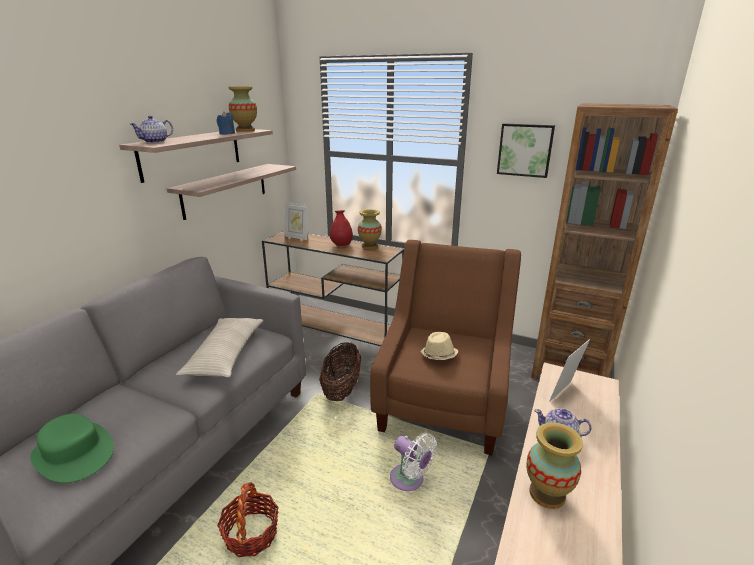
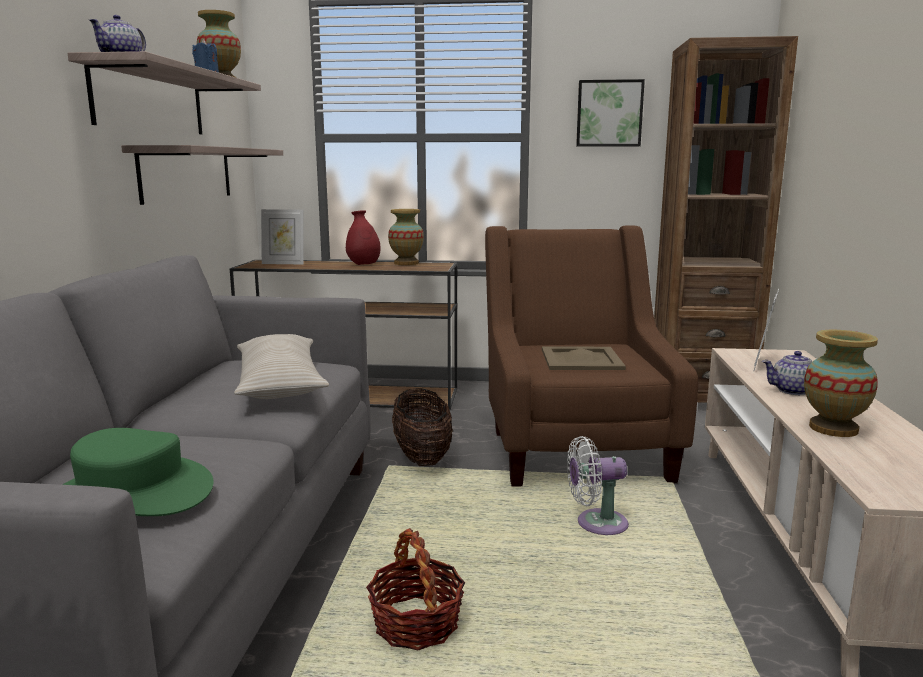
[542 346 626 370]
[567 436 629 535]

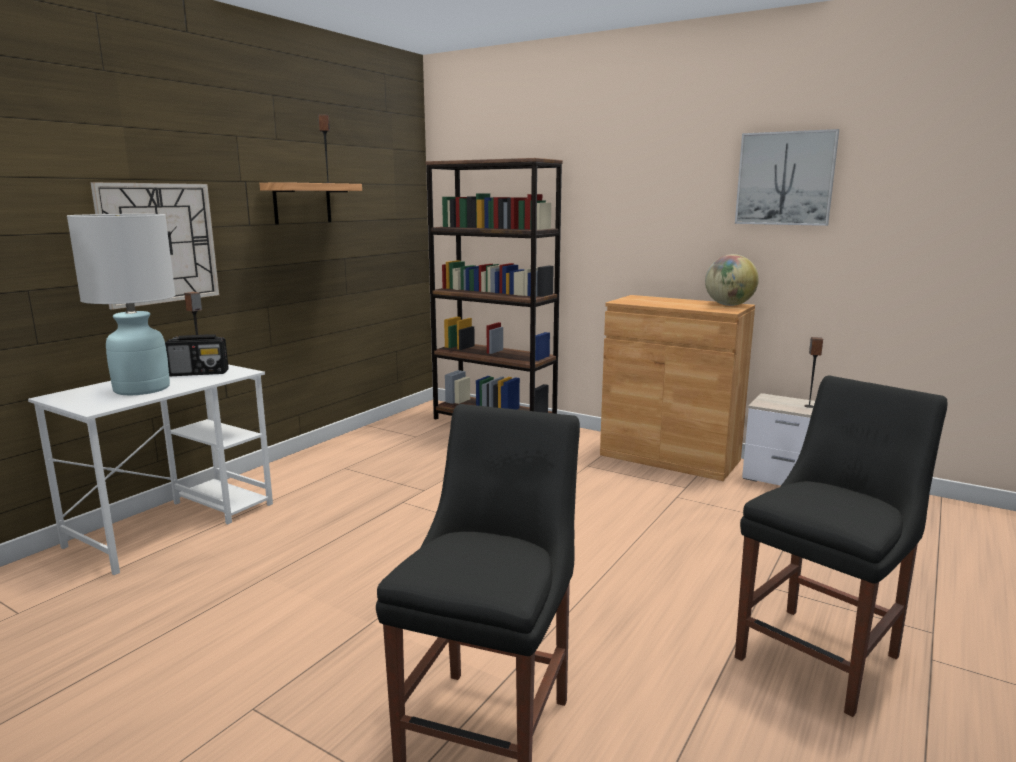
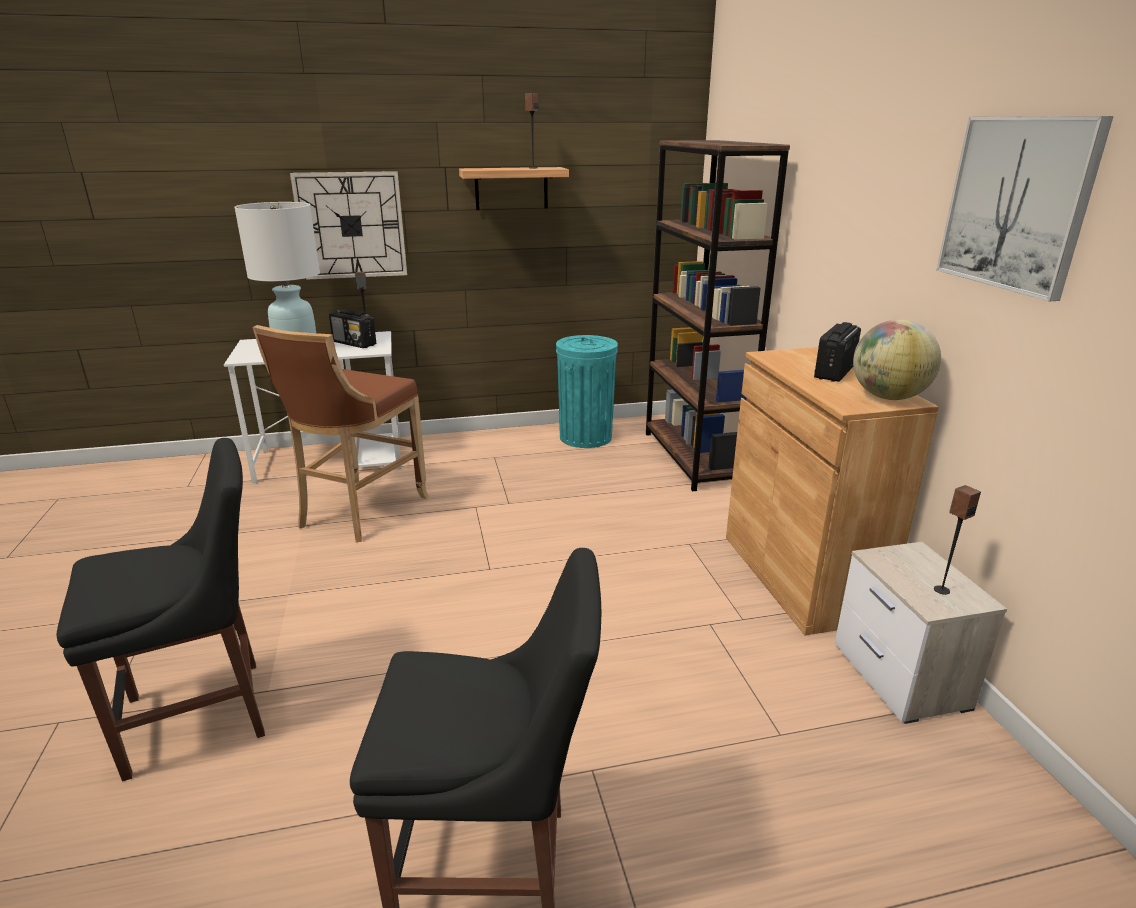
[252 325 429 542]
[556 335 618 448]
[814 322 861 382]

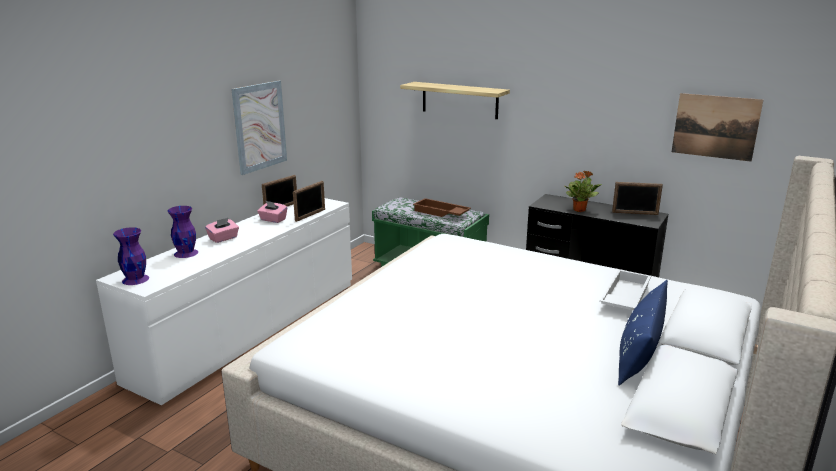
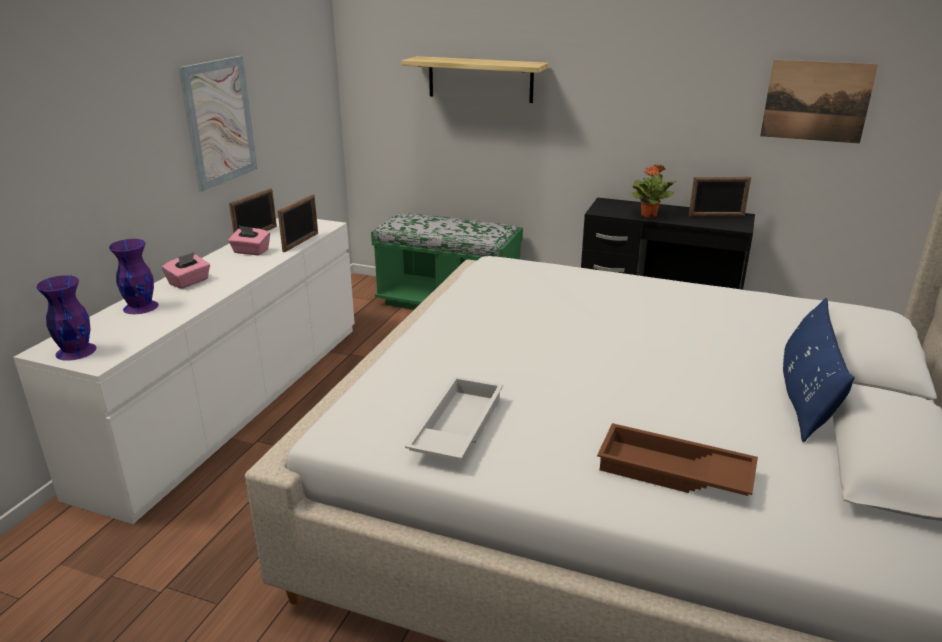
[405 376 503 461]
[597 423 758 496]

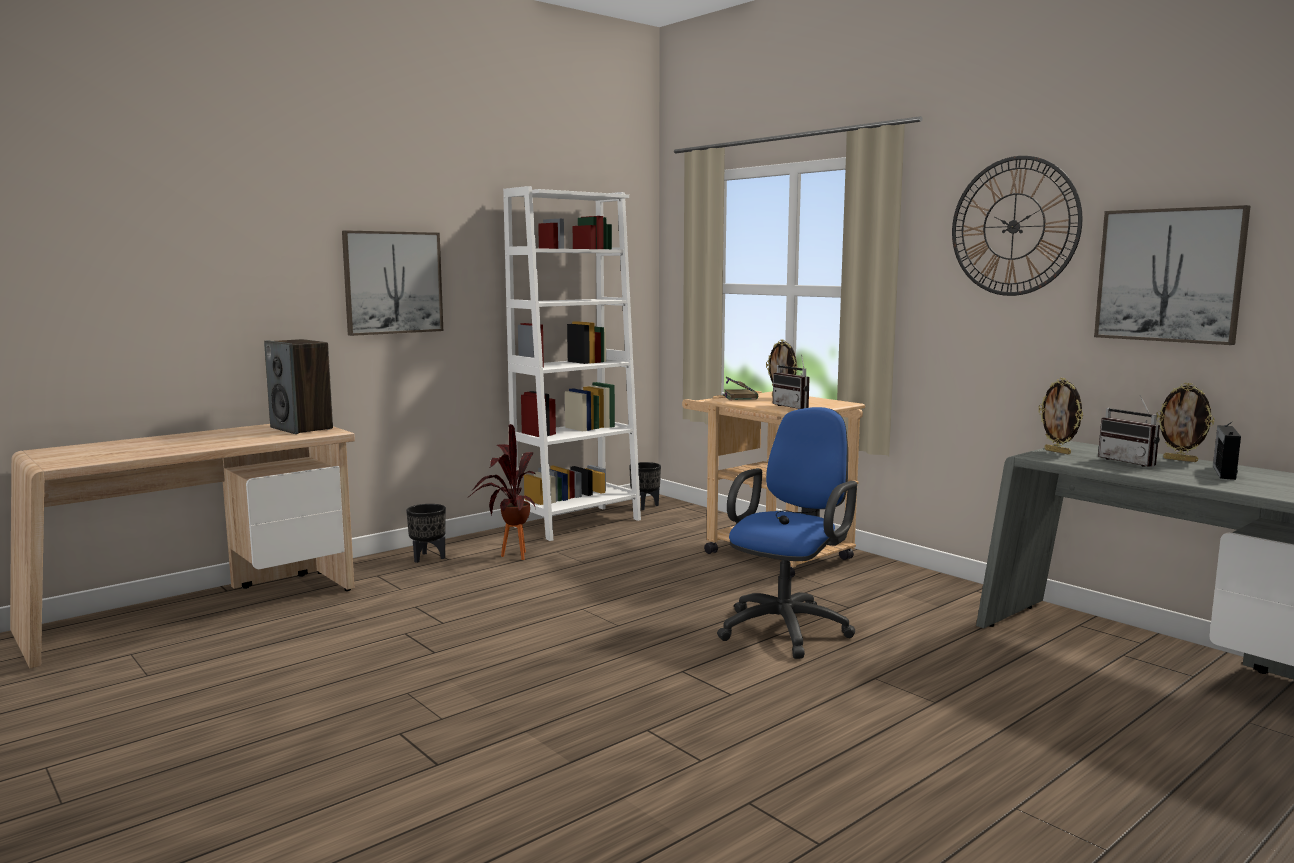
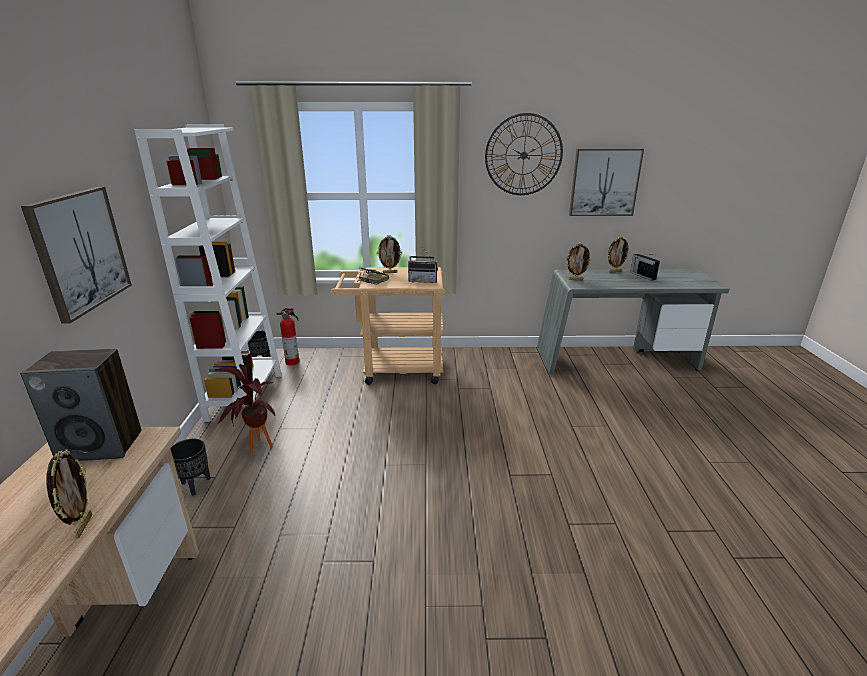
[46 449 92 539]
[276 308 299 365]
[717 407 857 659] (first image)
[1098 395 1160 467] (first image)

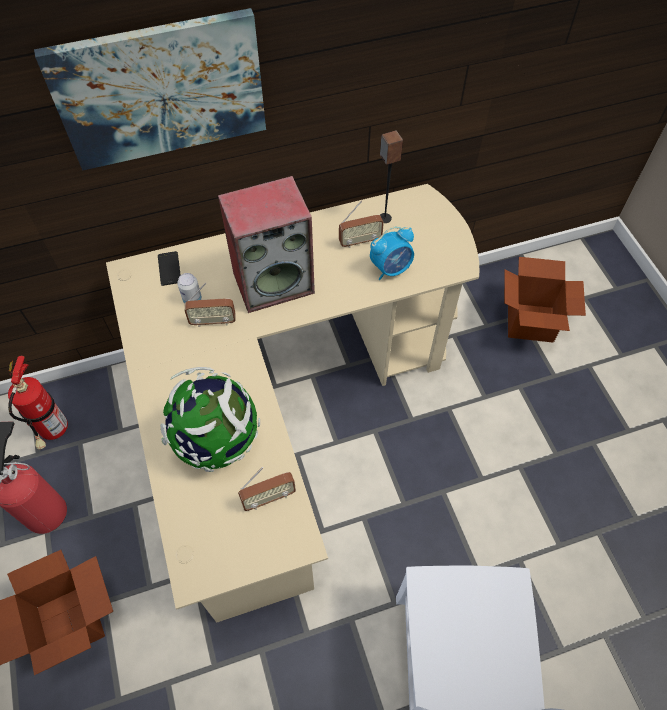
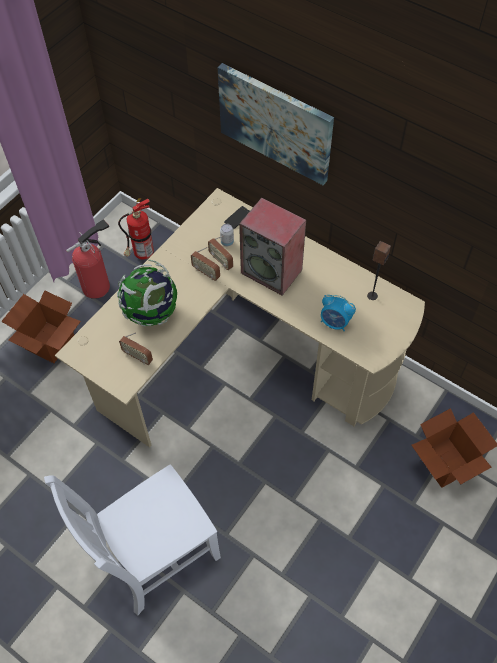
[191 247 220 281]

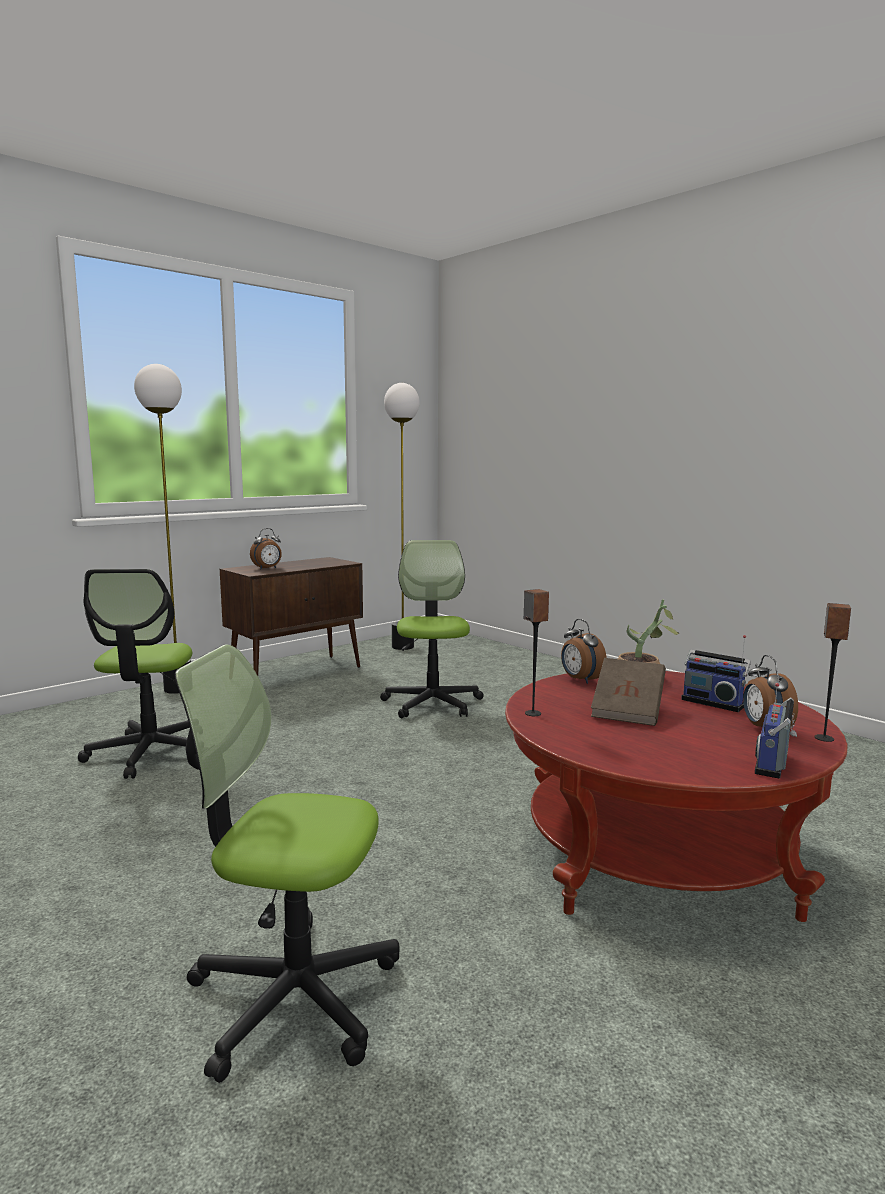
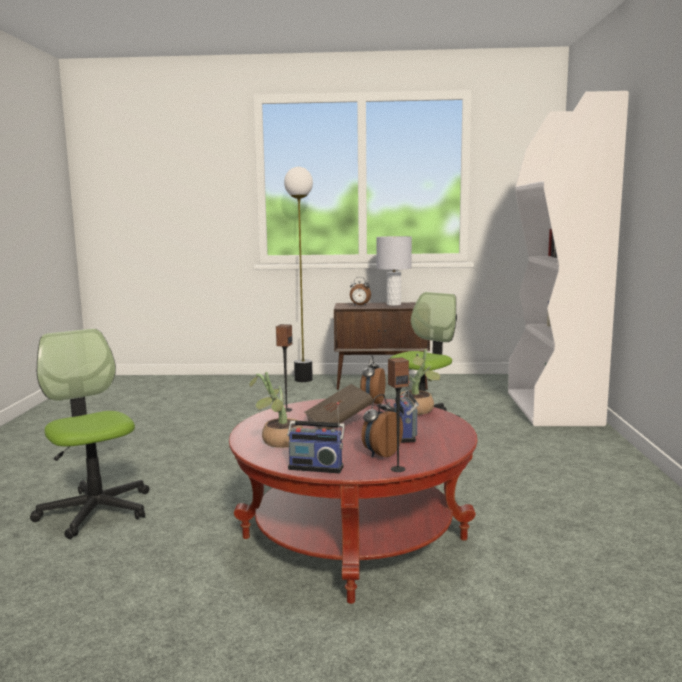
[249 372 303 448]
[287 402 345 473]
[376 236 412 306]
[508 91 629 426]
[78 569 192 779] (first image)
[384 383 420 650] (first image)

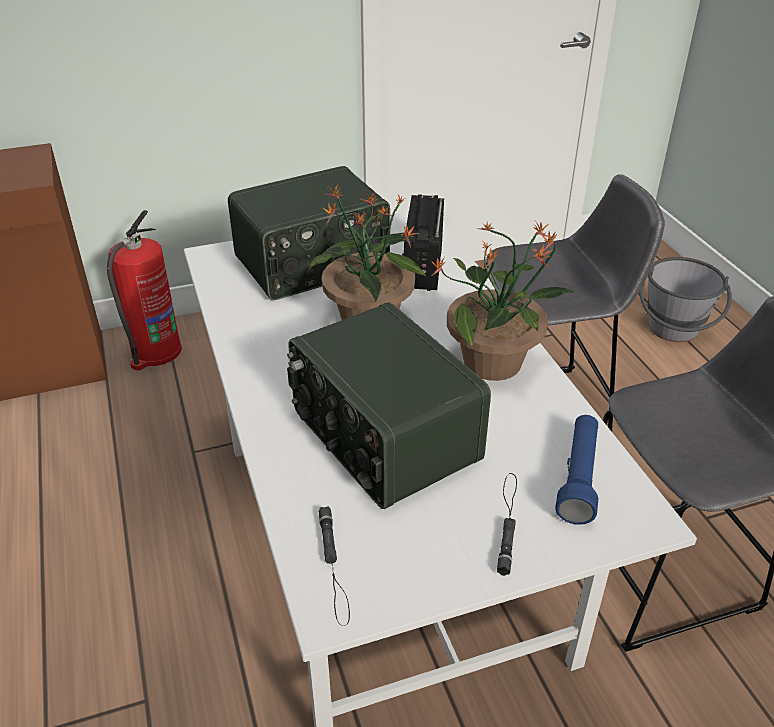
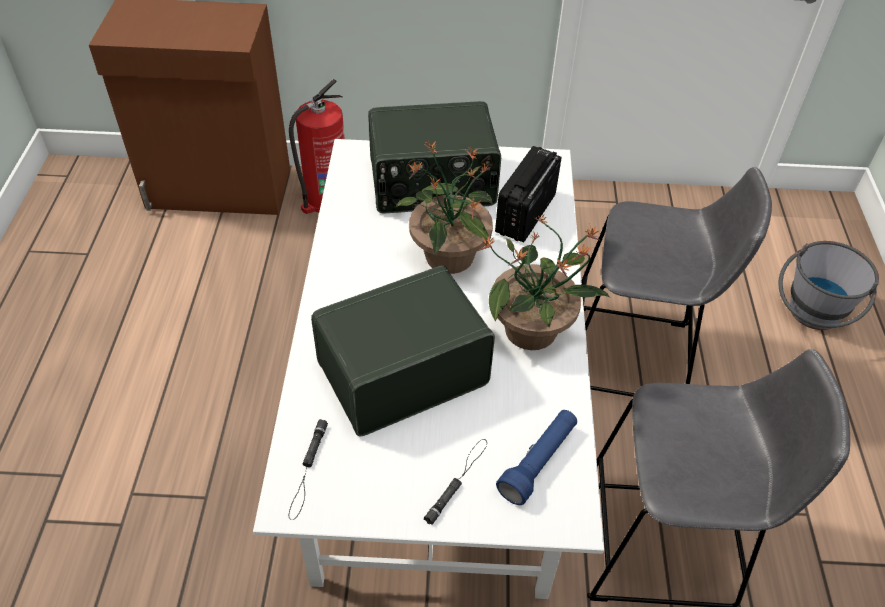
[311 266 495 436]

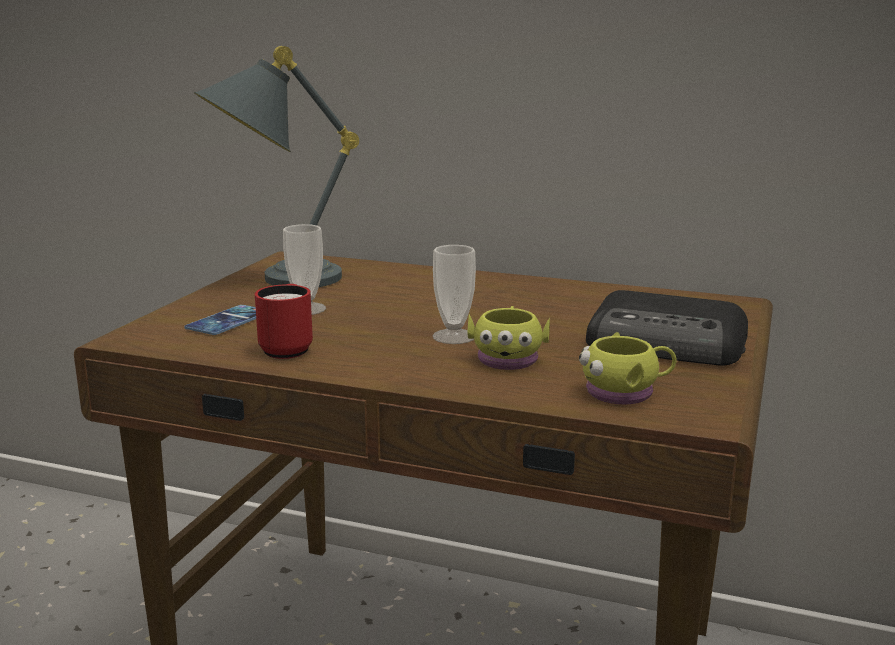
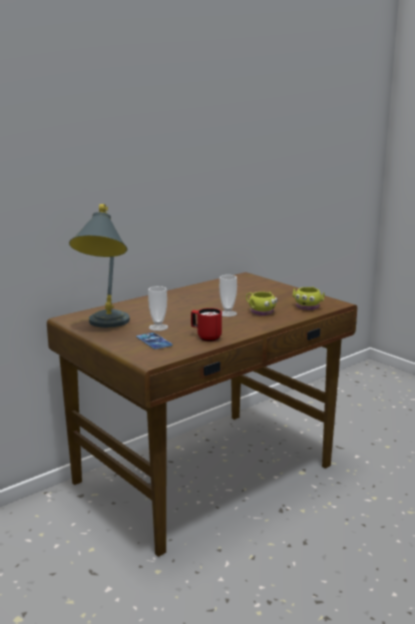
[586 290 748 366] (first image)

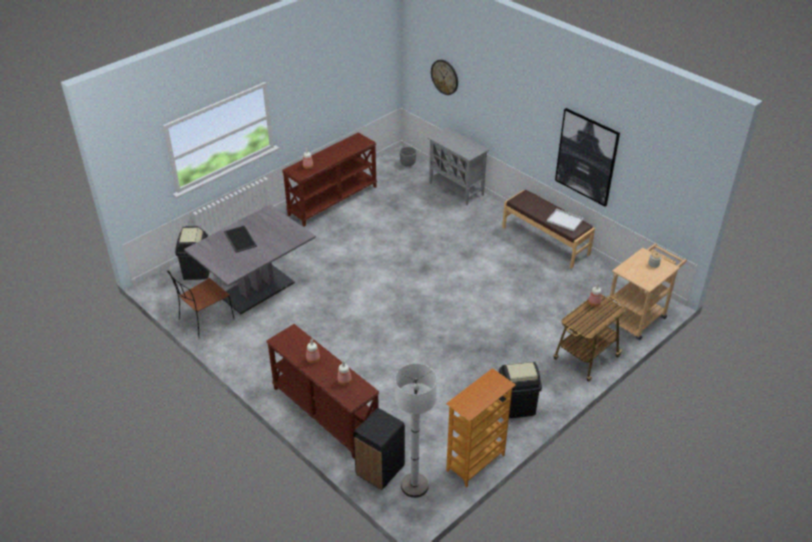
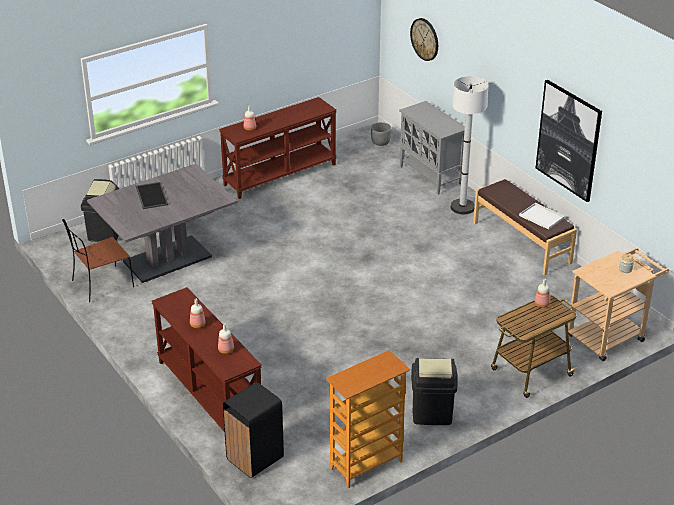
[451 76 489 214]

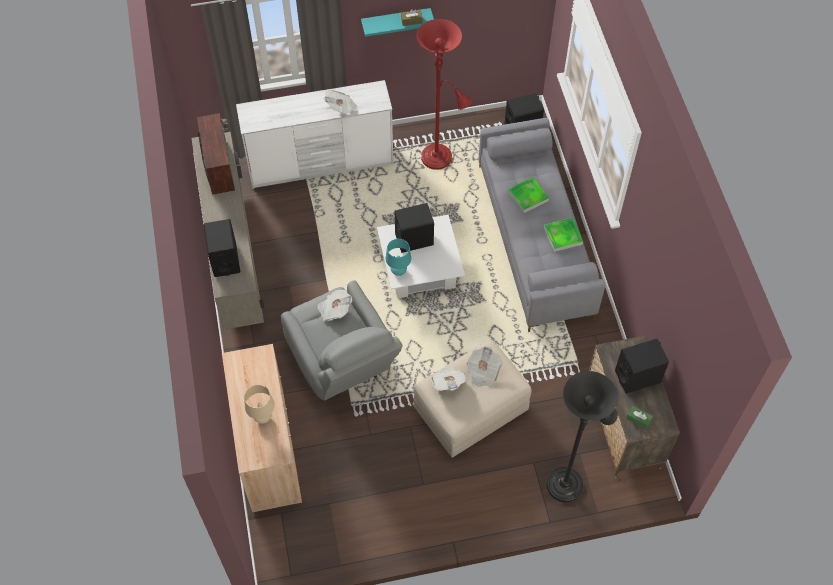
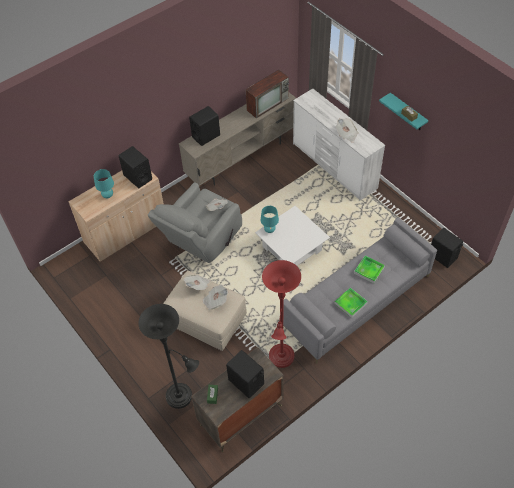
[94 169 114 198]
[119 146 152 188]
[262 260 301 368]

